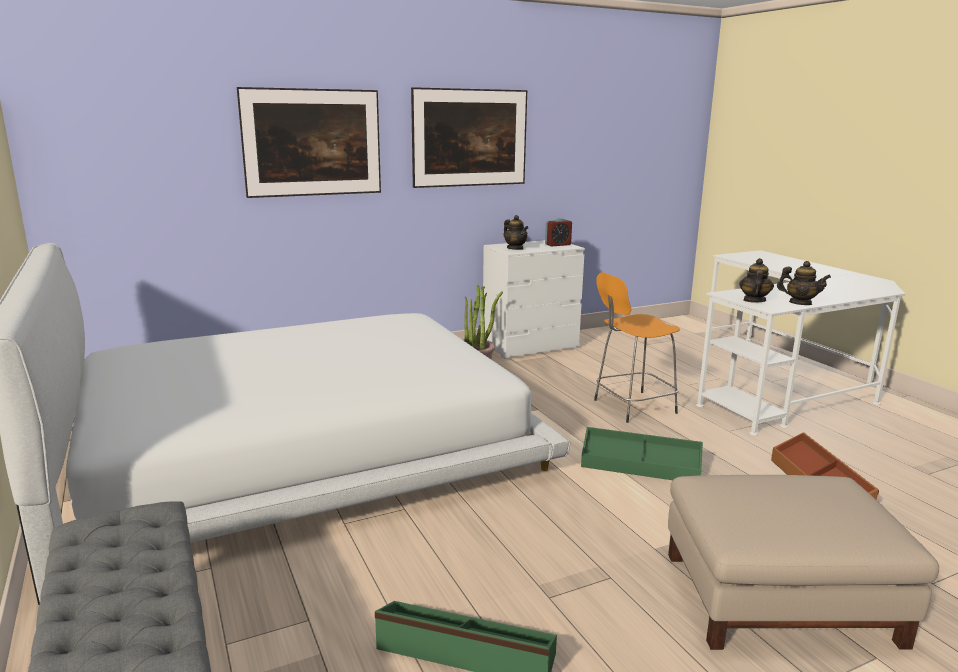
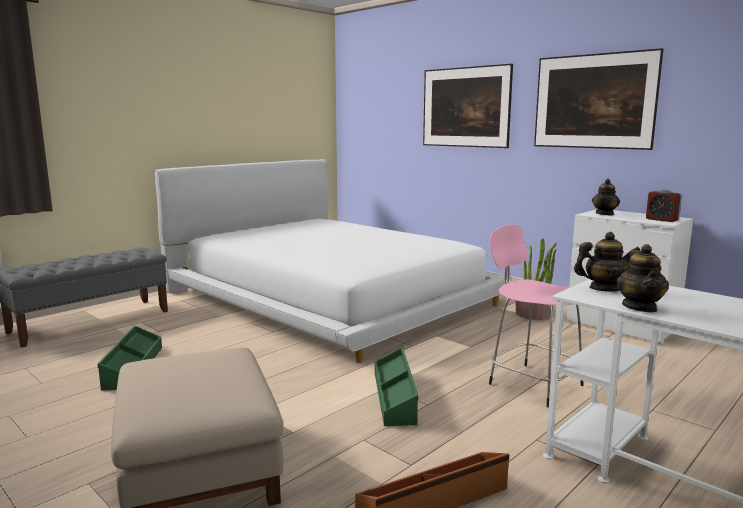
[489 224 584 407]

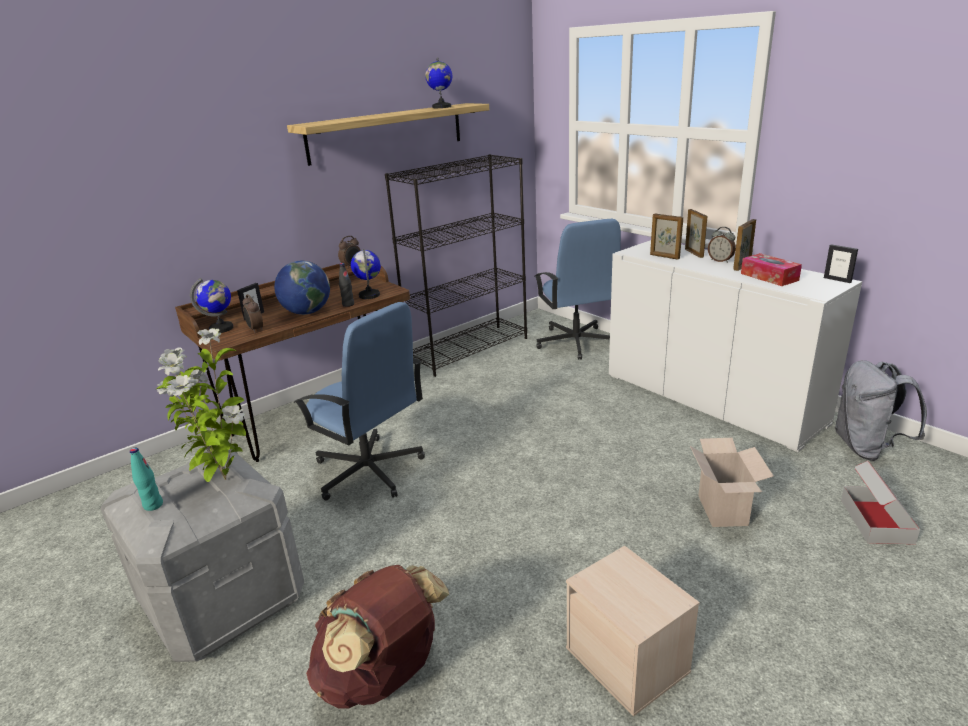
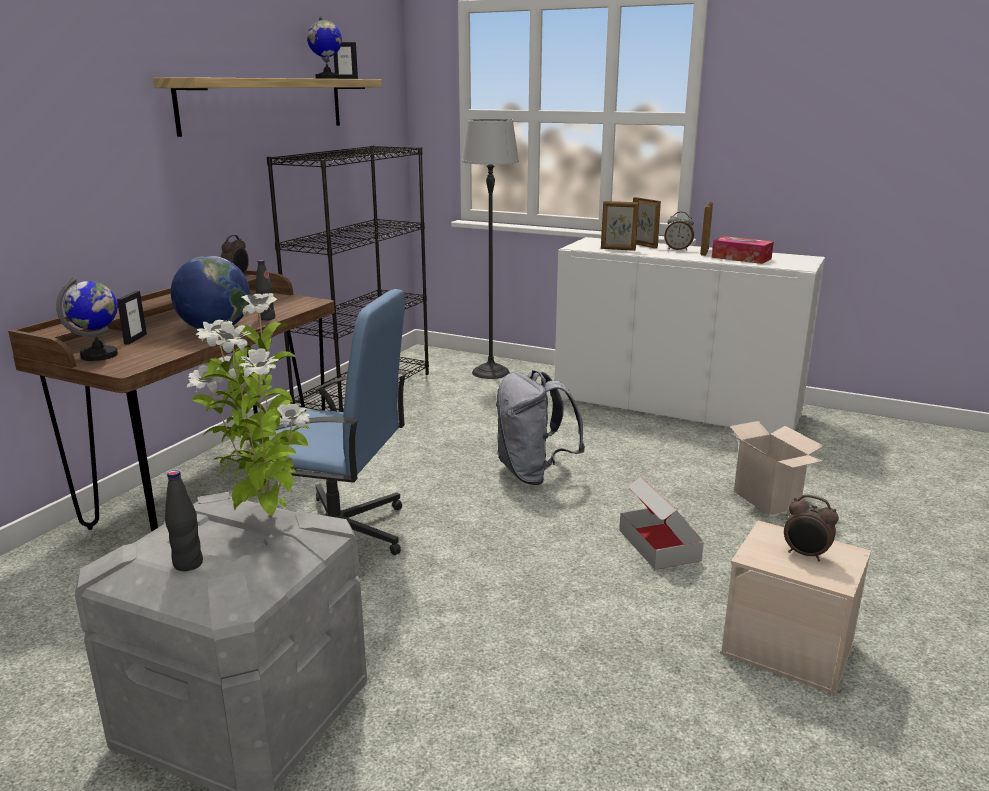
[165 470 203 571]
[334 42 358 79]
[462 119 519 379]
[496 370 585 485]
[619 476 704 570]
[784 495 839 561]
[306 565 449 709] (first image)
[351 249 381 299] (first image)

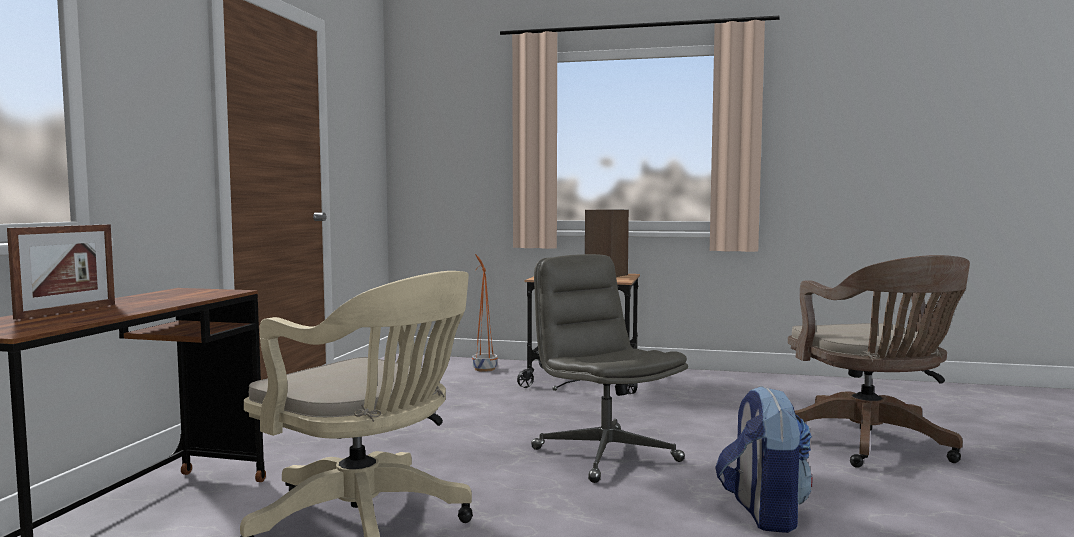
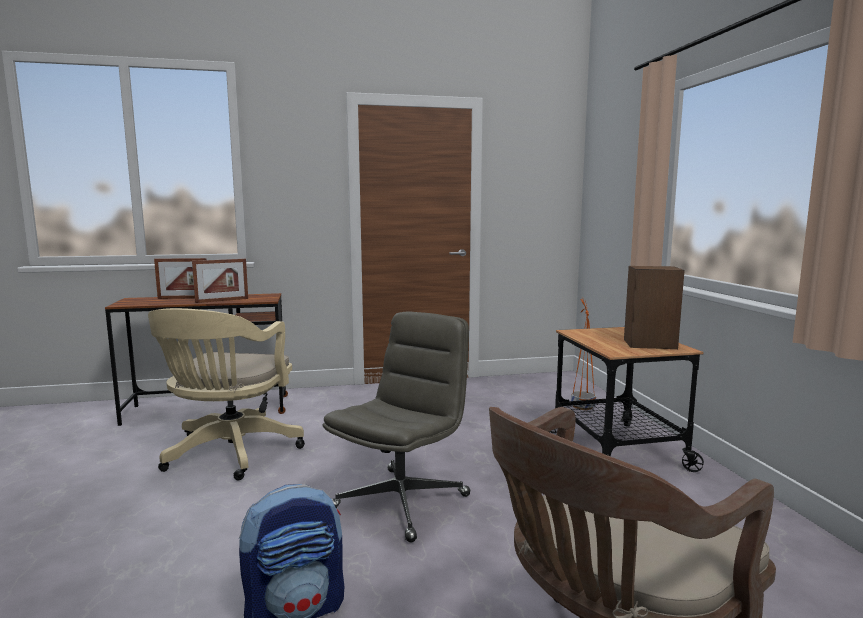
[192 259 248 303]

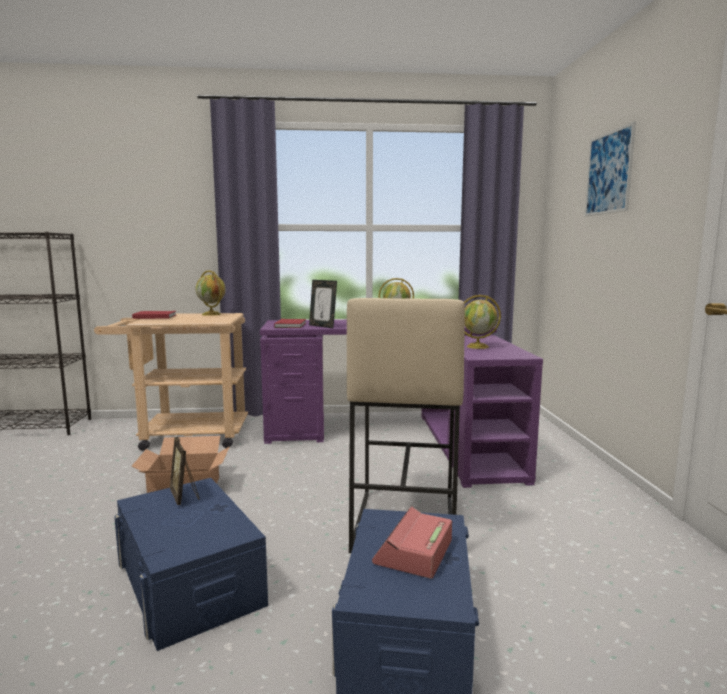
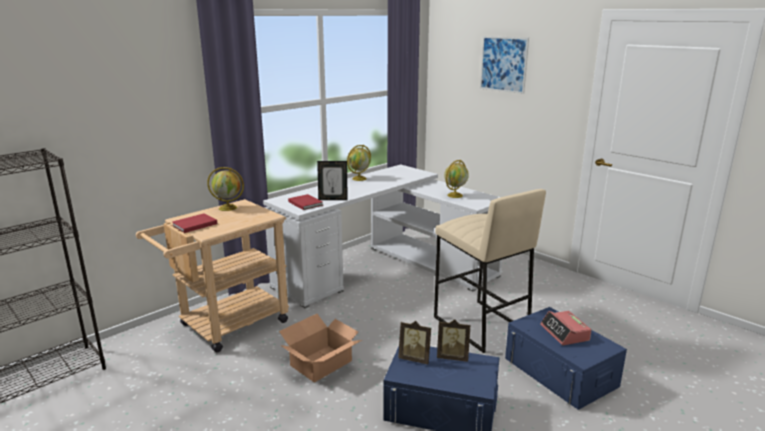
[263 164 502 308]
[437 319 470 362]

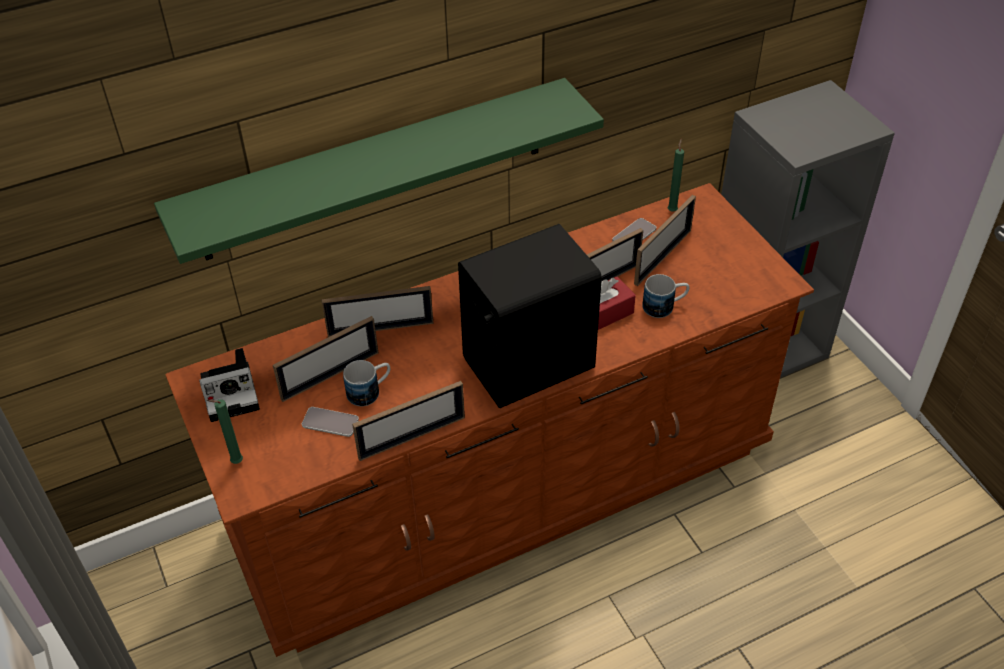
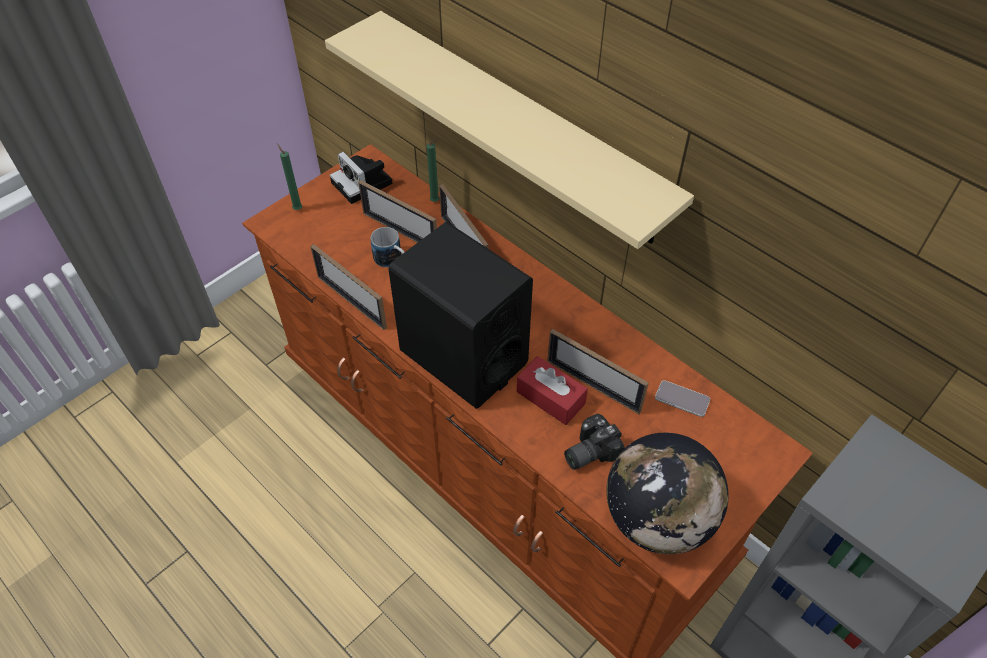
[325 11 694 249]
[426 138 440 202]
[564 414 625 470]
[606 433 729 554]
[302 407 359 437] (first image)
[634 195 696 286] (first image)

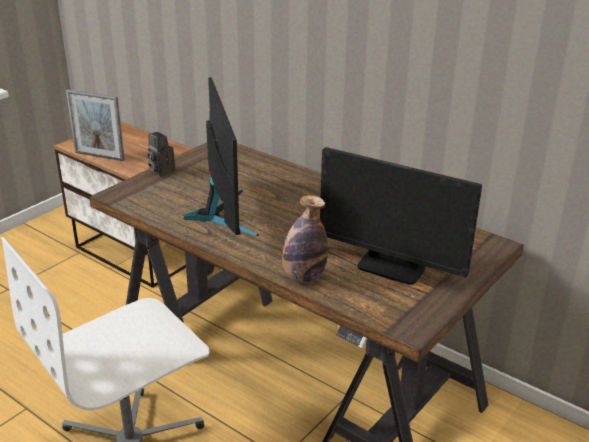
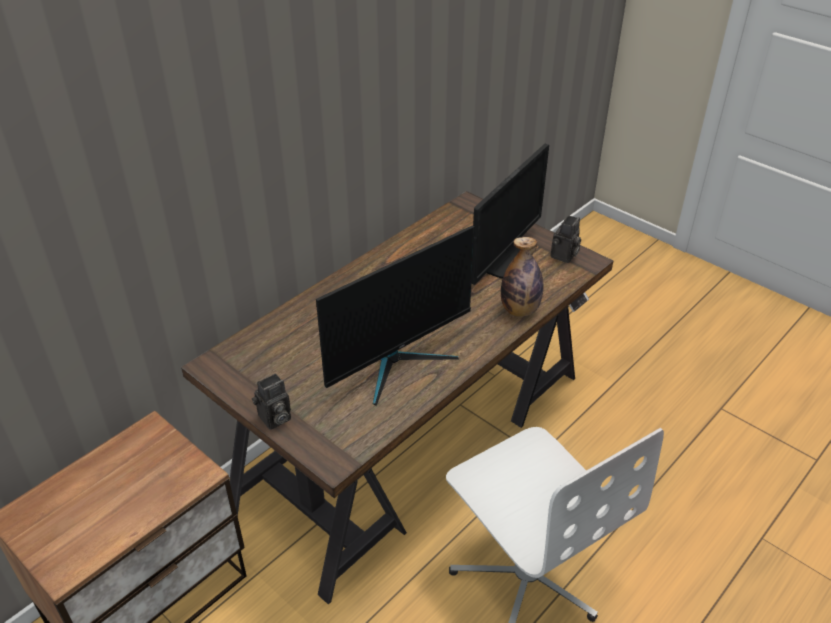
[316 226 475 406]
[551 215 581 263]
[66 89 125 161] (first image)

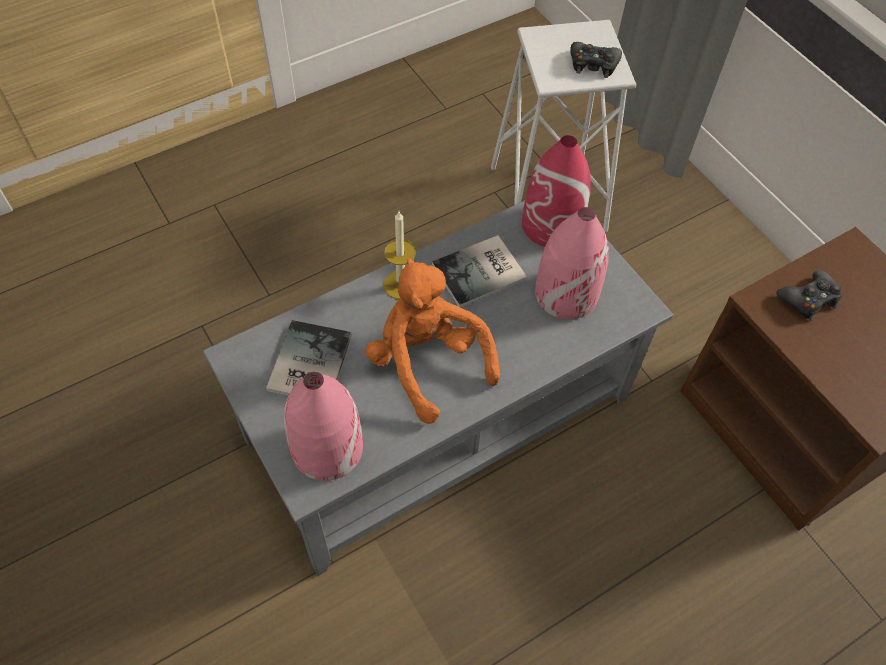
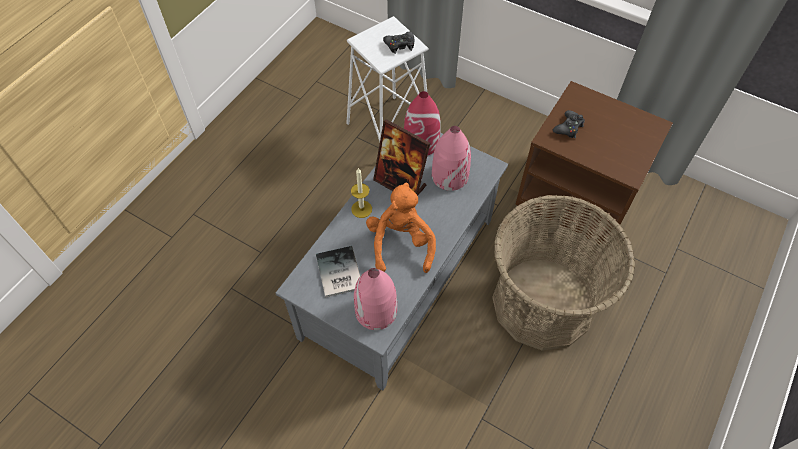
[366 182 436 273]
[373 119 430 196]
[492 195 635 351]

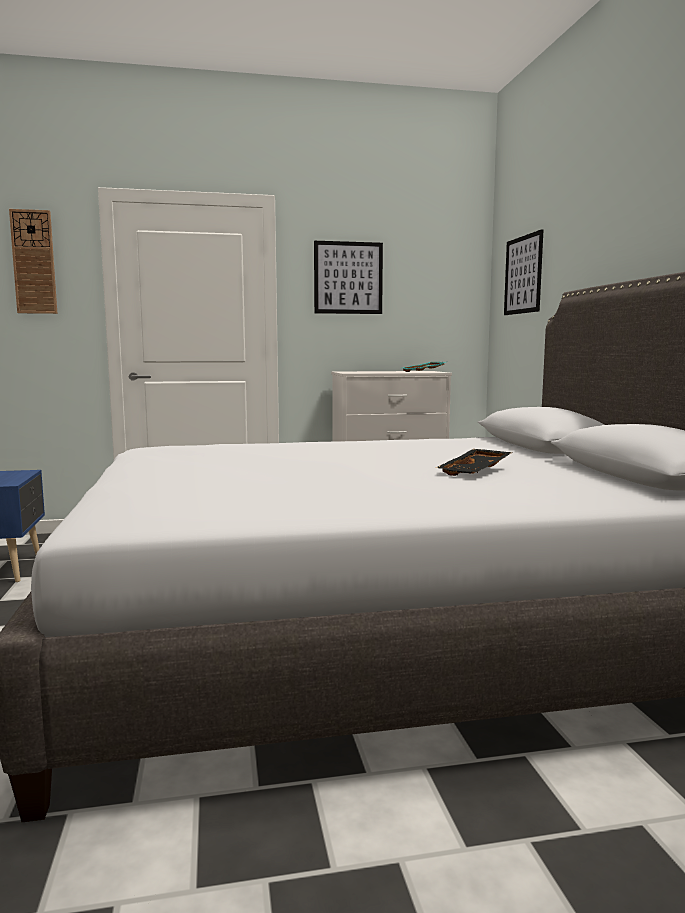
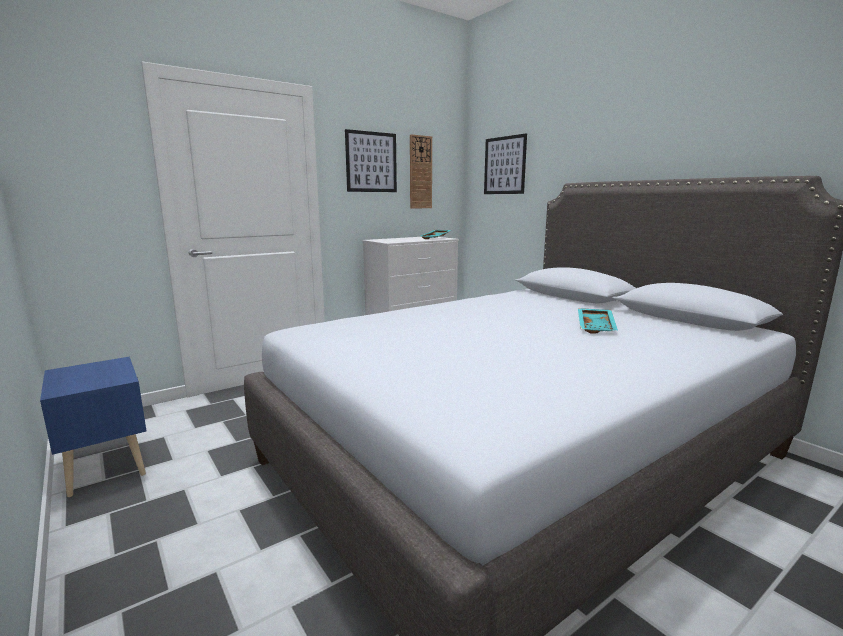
[410 134 432 209]
[578 309 618 334]

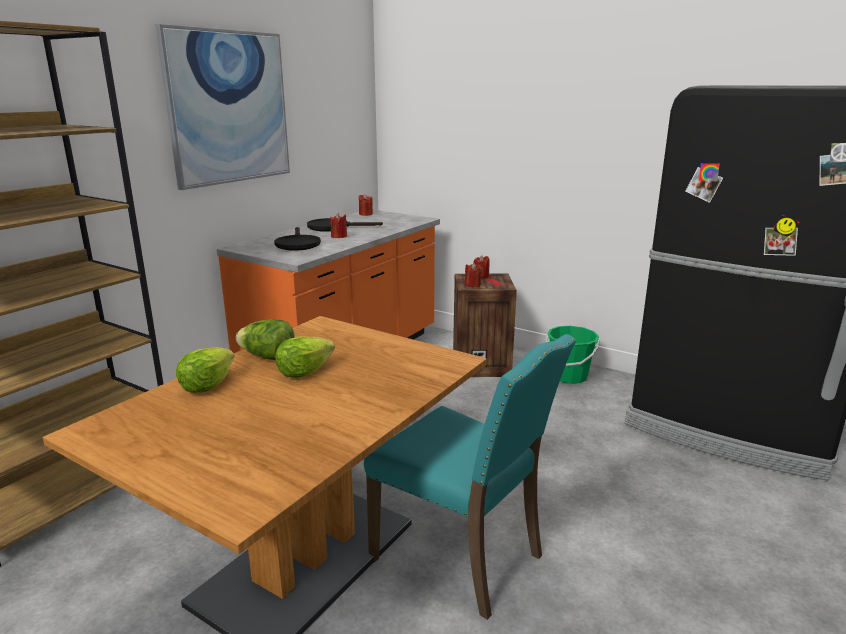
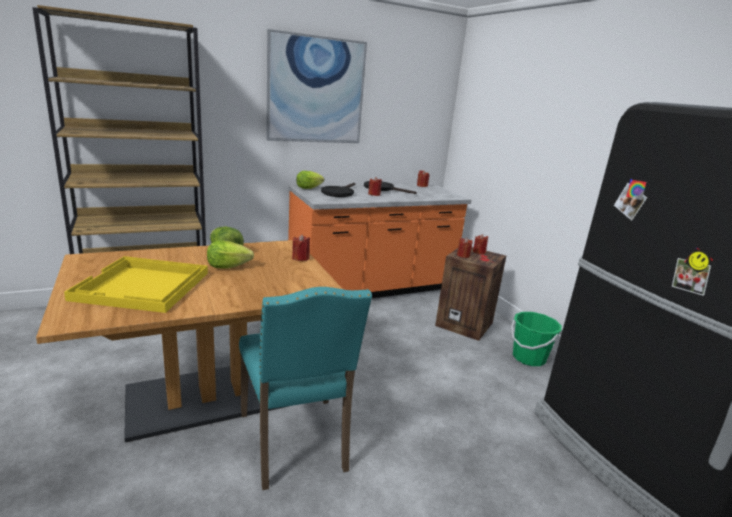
[64 256 208 313]
[292 234 310 261]
[296 171 324 189]

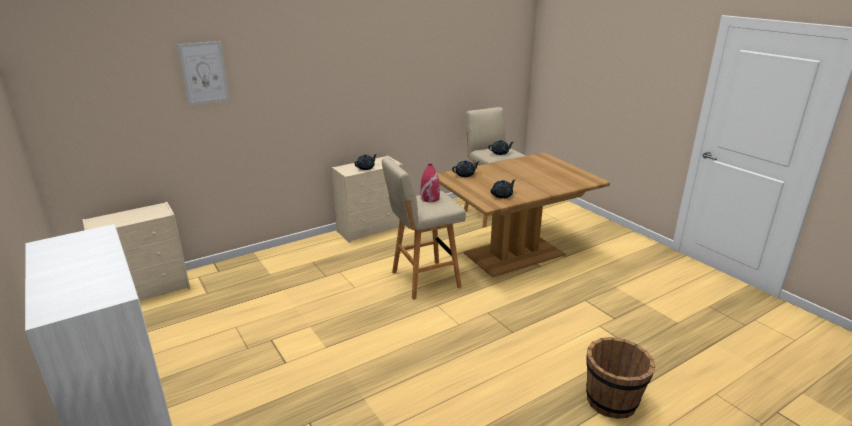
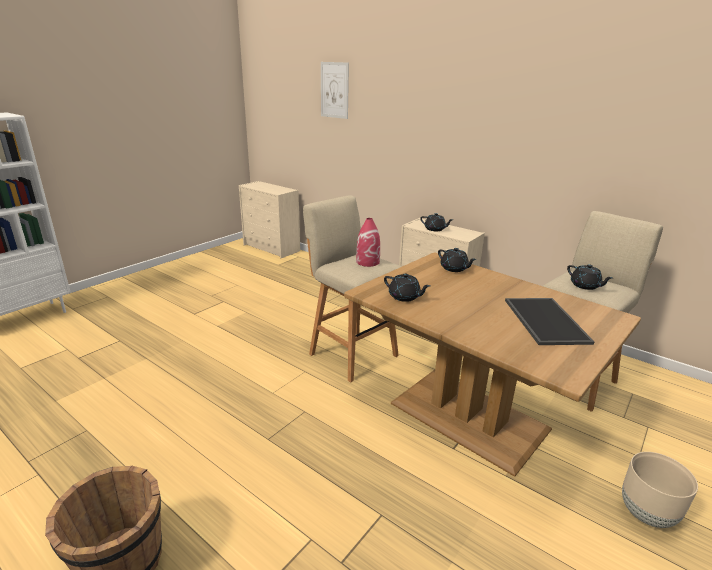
[505 298 594 345]
[622 452 698 528]

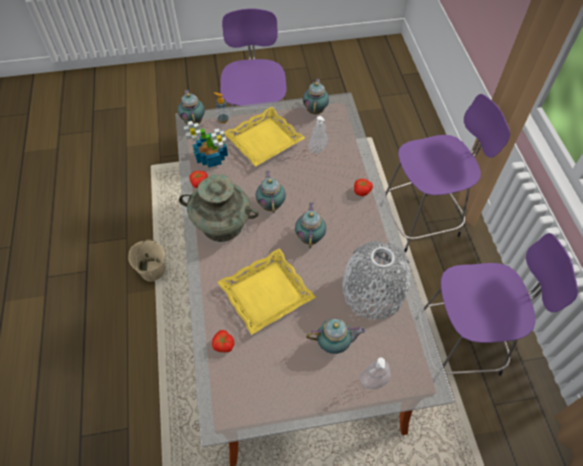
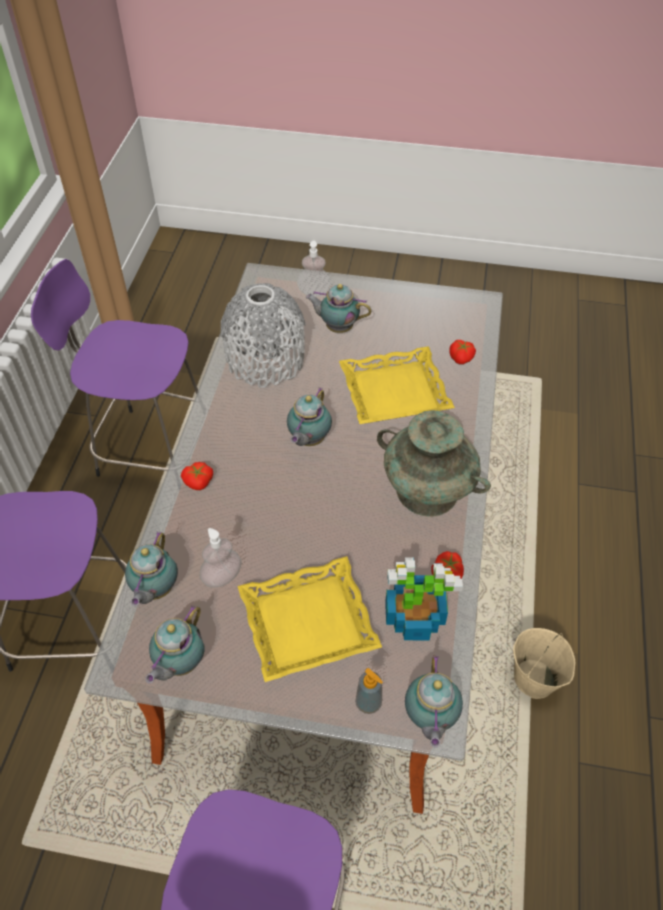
[125 531 178 606]

